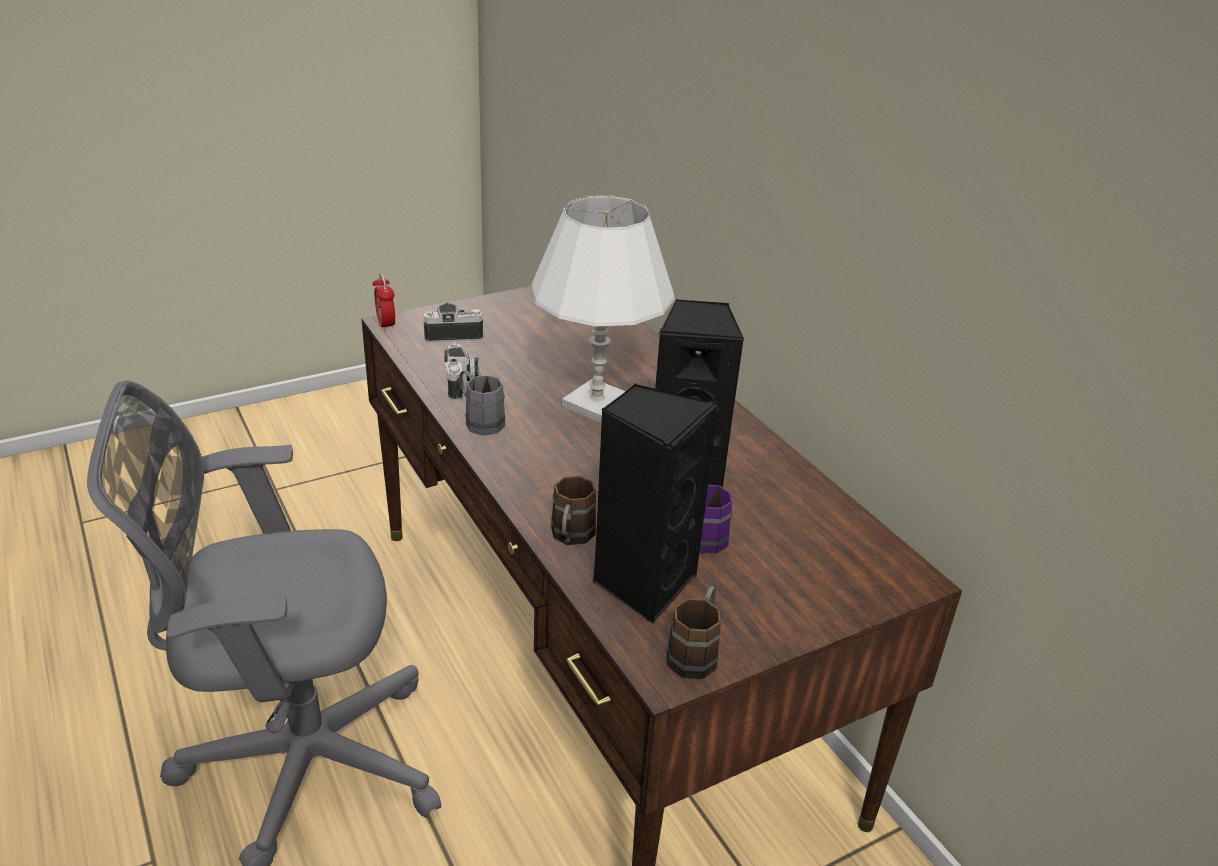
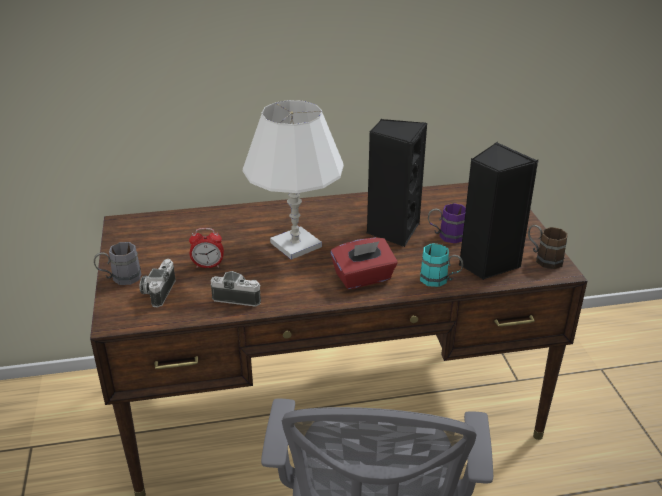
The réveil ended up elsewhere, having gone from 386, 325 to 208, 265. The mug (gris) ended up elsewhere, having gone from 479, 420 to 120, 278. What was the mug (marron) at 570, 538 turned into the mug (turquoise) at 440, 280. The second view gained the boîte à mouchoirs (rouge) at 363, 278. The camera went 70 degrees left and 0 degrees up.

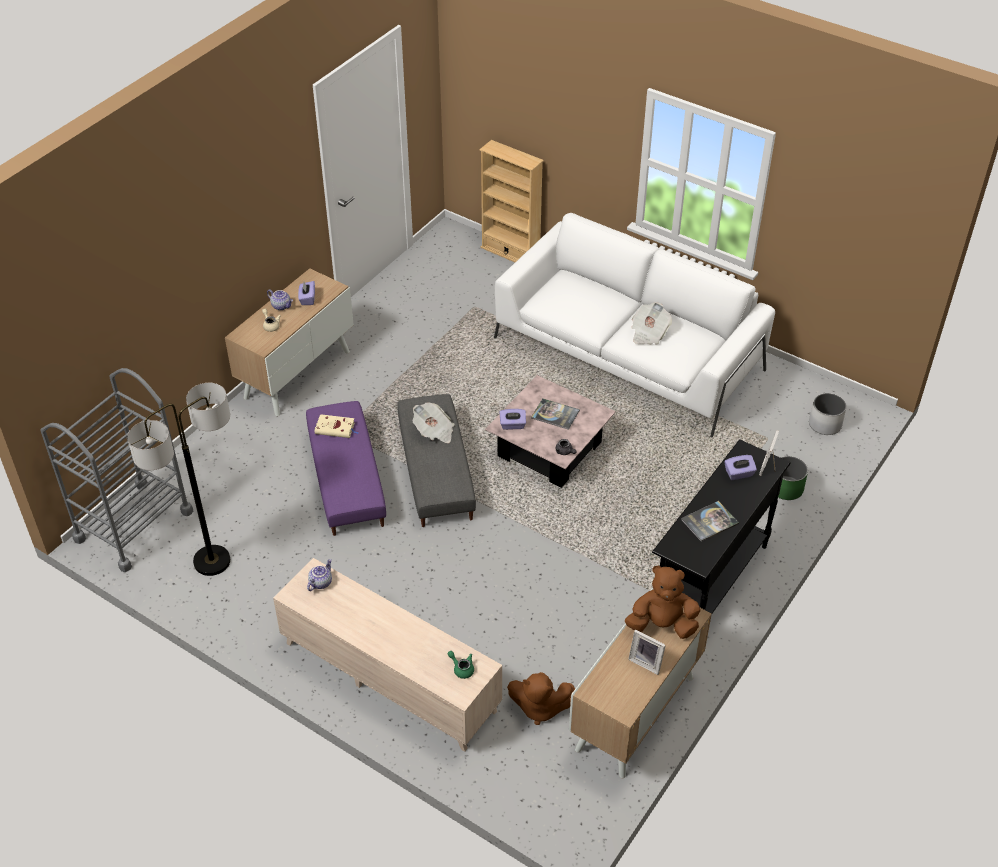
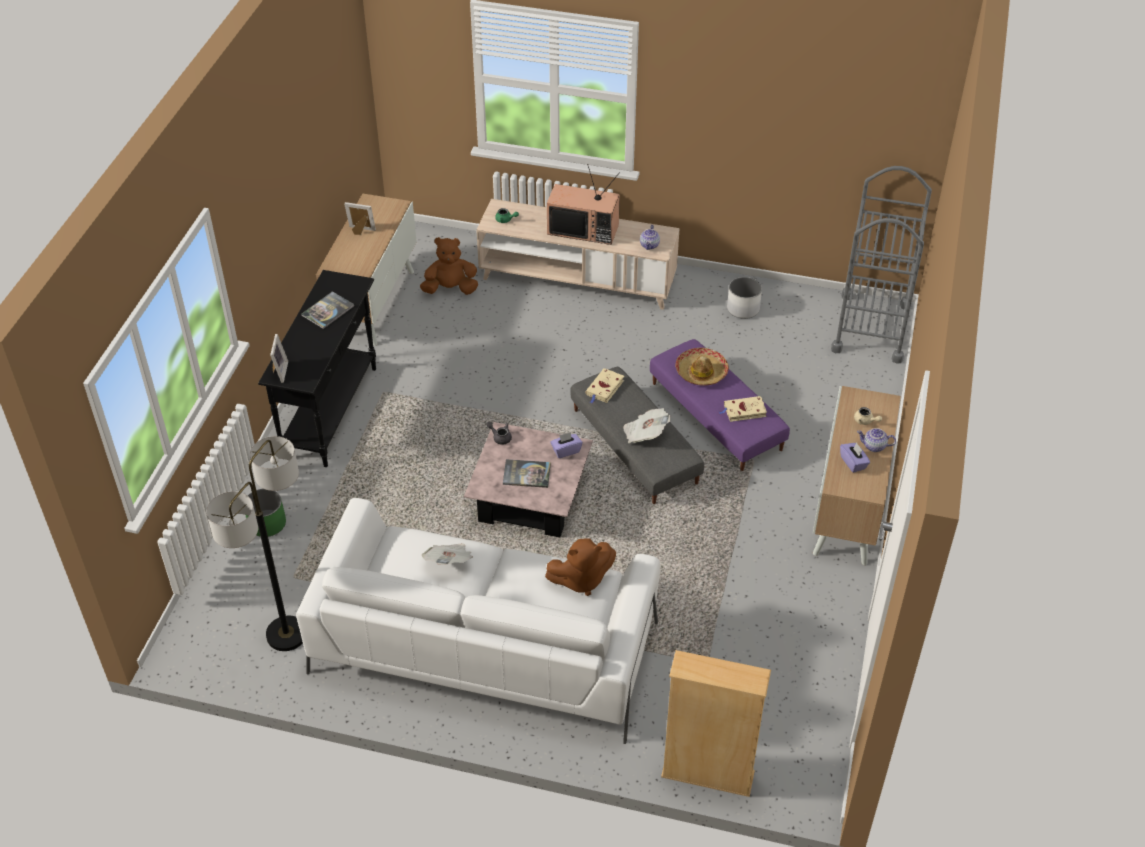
The lampadaire ended up elsewhere, having gone from 212, 561 to 286, 634. The cache-pot (blanc) ended up elsewhere, having gone from 824, 424 to 743, 309. The second view lost the boîte à mouchoirs (violet) at 739, 474. The peluche (marron) ended up elsewhere, having gone from 662, 625 to 581, 579. The second view gained the téléviseur at 584, 229. The second view gained the chapeau at 701, 372. The second view gained the livre (beige) at 604, 388. The camera went 160 degrees right and 0 degrees up.

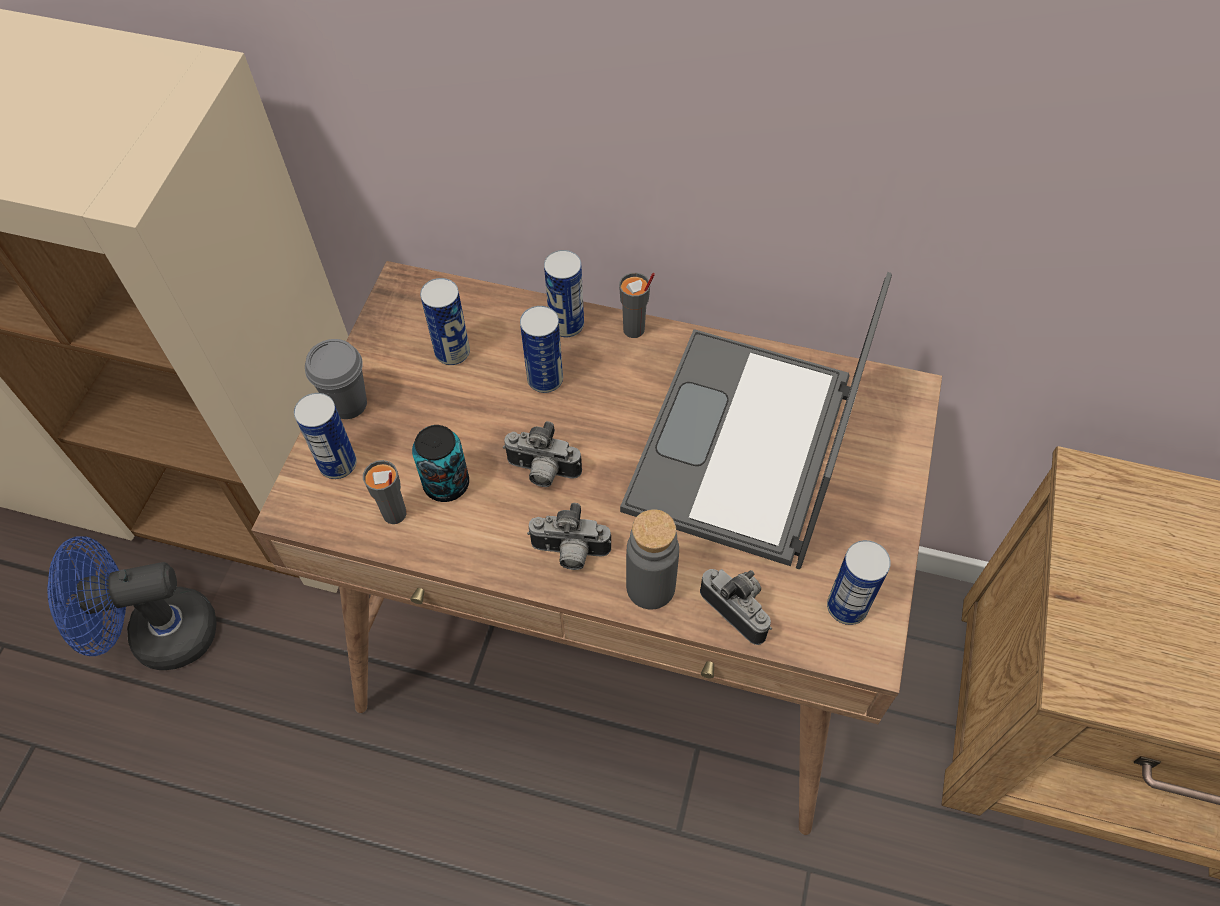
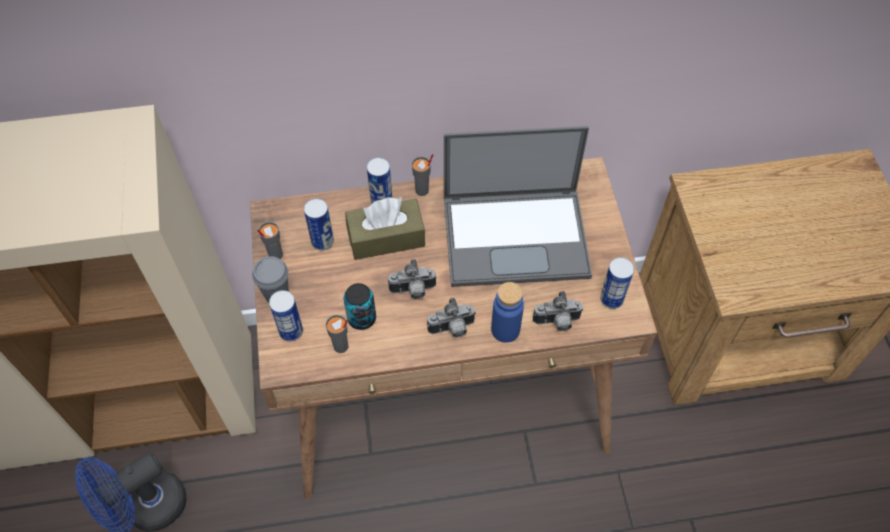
The ordinateur portable at 743, 448 ended up facing another way, 90 degrees counterclockwise from before. Where the boîte métallique stood at 545, 379, the boîte à mouchoirs (marron) came to stand at 386, 238. What was the bouteille (gris) at 650, 587 turned into the bouteille (bleu) at 505, 329. The appareil photo at 738, 609 ended up facing another way, 150 degrees clockwise from before. The second view gained the tasse (gris) at 275, 255. The camera went 25 degrees left and 0 degrees up.

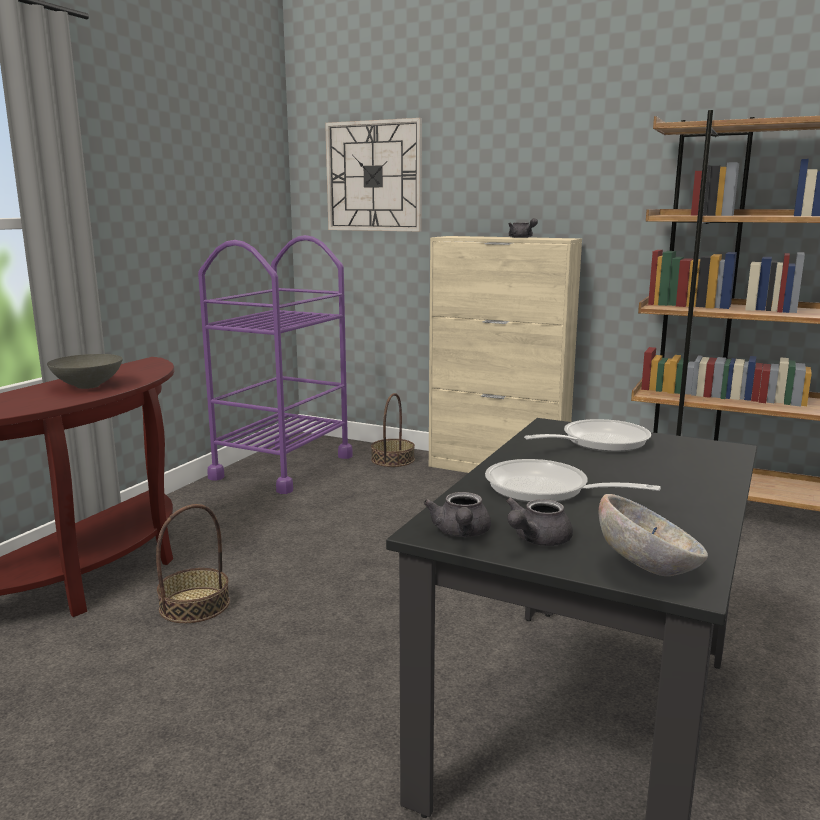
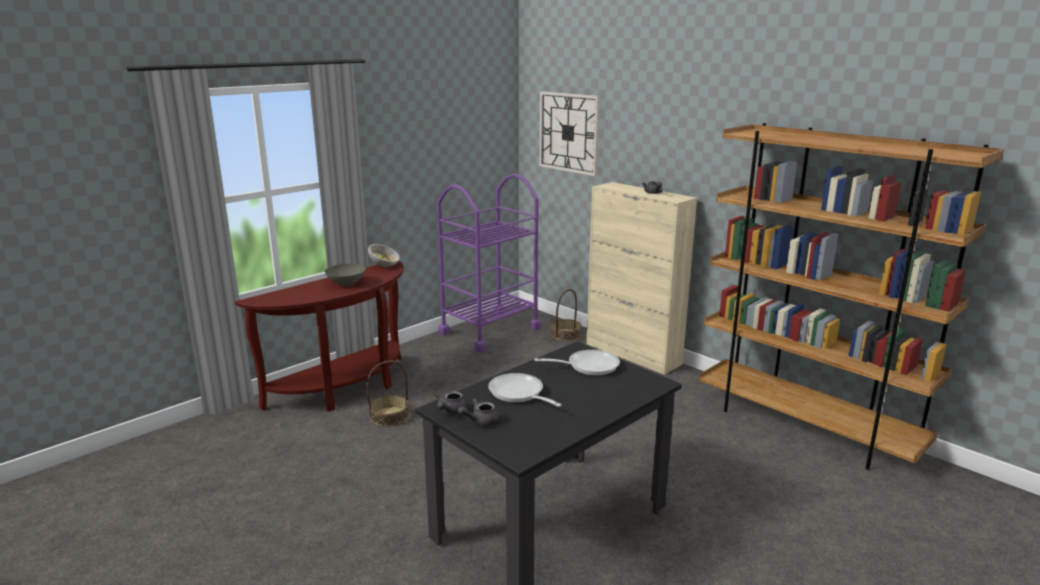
The bol ended up elsewhere, having gone from 648, 568 to 385, 265. The camera went 20 degrees right and 5 degrees up.

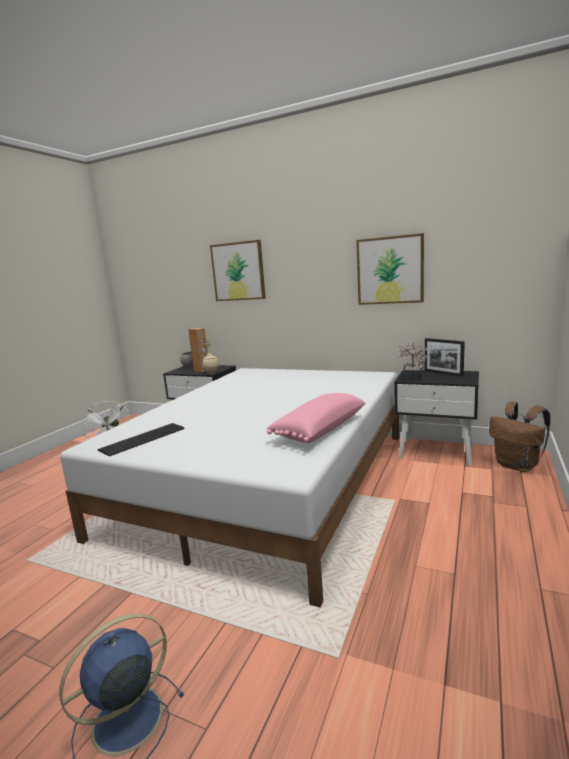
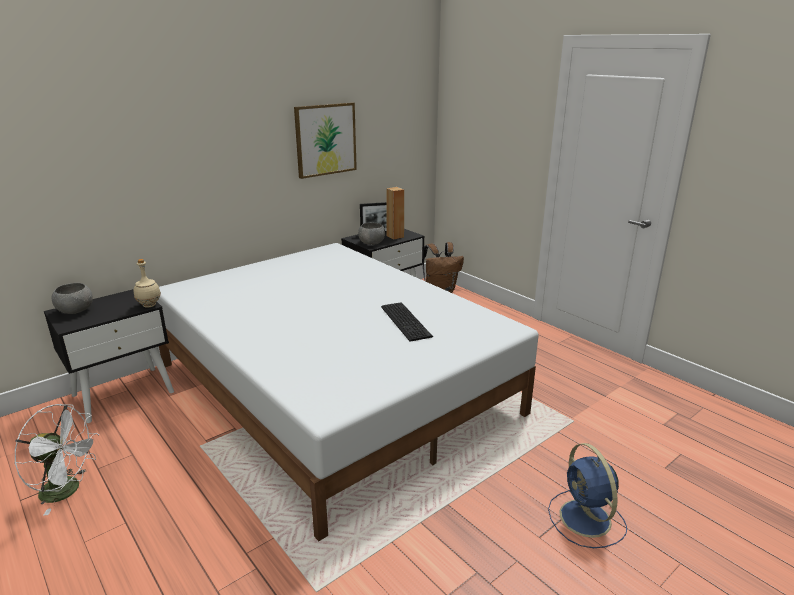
The second view lost the tableau at 238, 271. The enceinte (marron) ended up elsewhere, having gone from 202, 370 to 395, 236. Where the plante en pot stood at 412, 377, the bol (gris) came to stand at 371, 243. The second view lost the coussin (rose) at 318, 429. The clavier ended up elsewhere, having gone from 144, 439 to 406, 320. The camera went 65 degrees left and 10 degrees up.

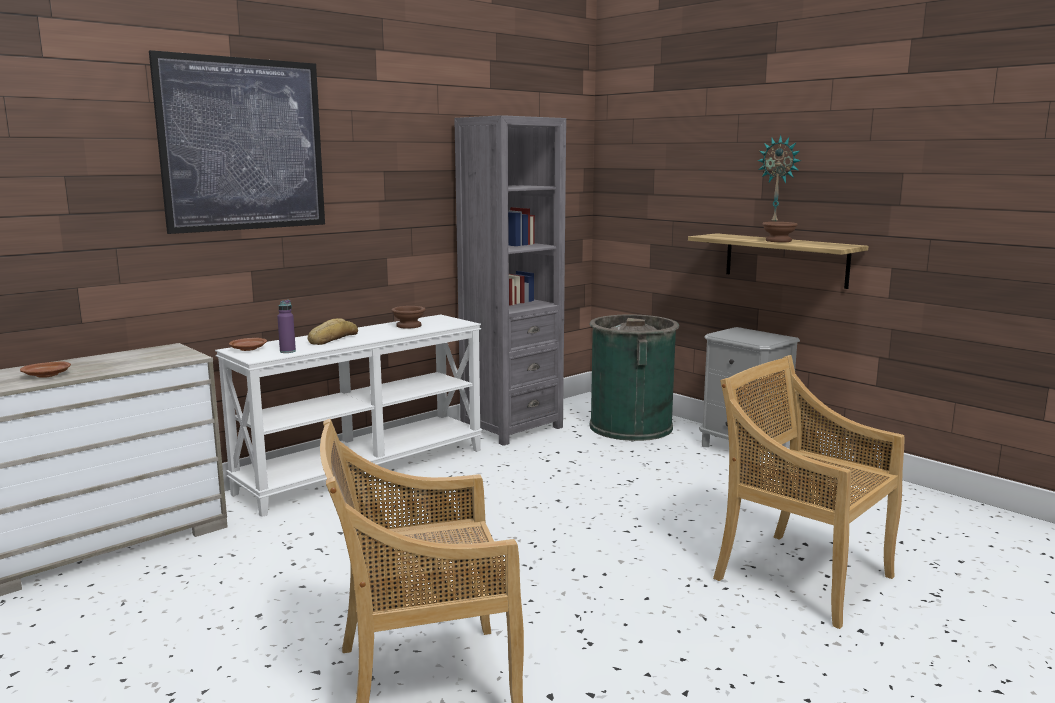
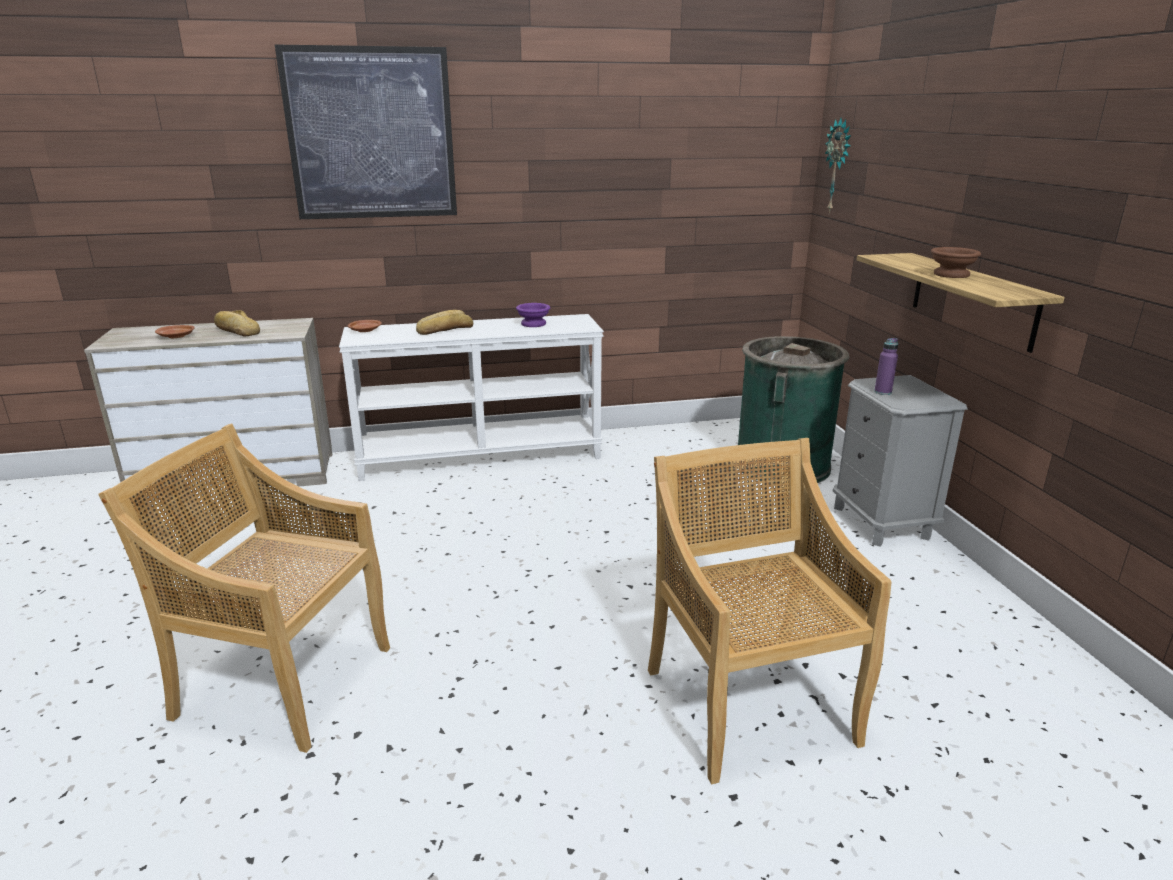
The second view lost the bibliothèque (gris) at 511, 428. The horloge murale ended up elsewhere, having gone from 779, 180 to 838, 166. The bouteille (violet) ended up elsewhere, having gone from 287, 351 to 882, 392. What was the bol (marron) at 409, 326 turned into the bol (violet) at 533, 324. The second view gained the pain at 237, 331. The camera went 30 degrees right and 10 degrees up.

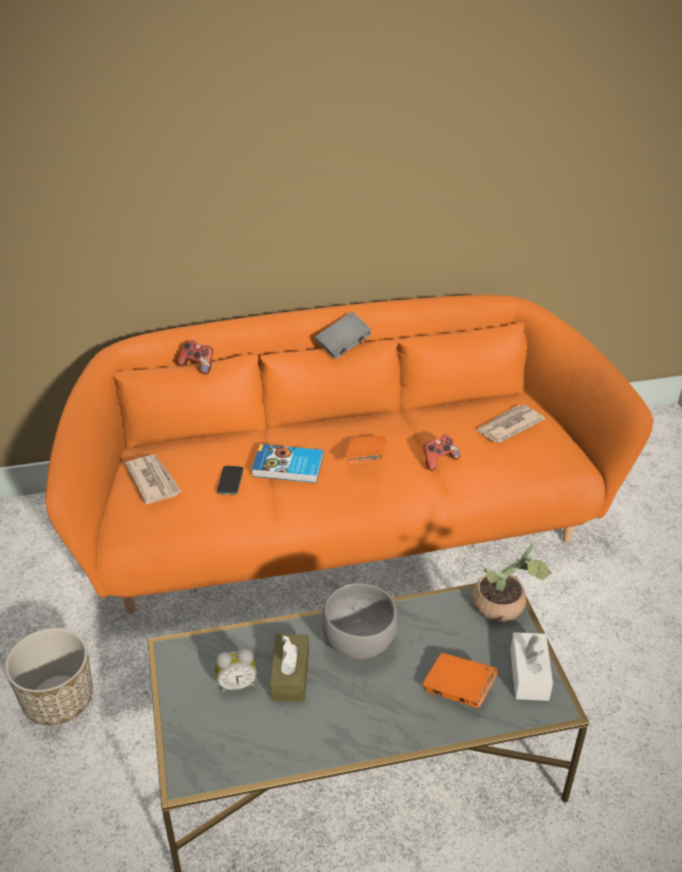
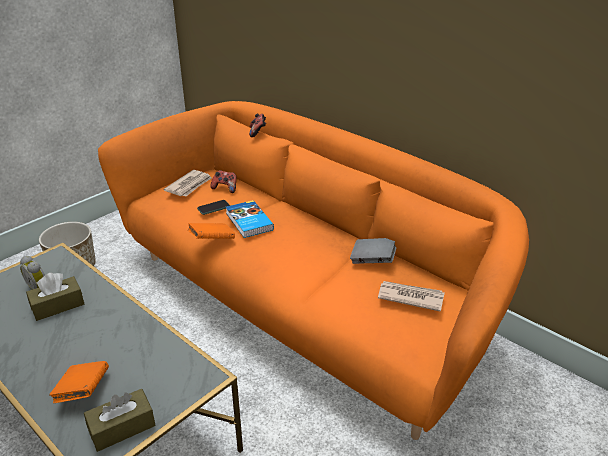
The livre (gris) ended up elsewhere, having gone from 343, 346 to 373, 260. The manette ended up elsewhere, having gone from 439, 460 to 225, 188. The livre (orange) ended up elsewhere, having gone from 365, 460 to 212, 240. The second view lost the plante en pot at 504, 607. The second view lost the bol (gris) at 358, 642. What was the boîte à mouchoirs (blanc) at 529, 674 turned into the boîte à mouchoirs (marron) at 122, 427. The camera went 55 degrees right and 5 degrees down.

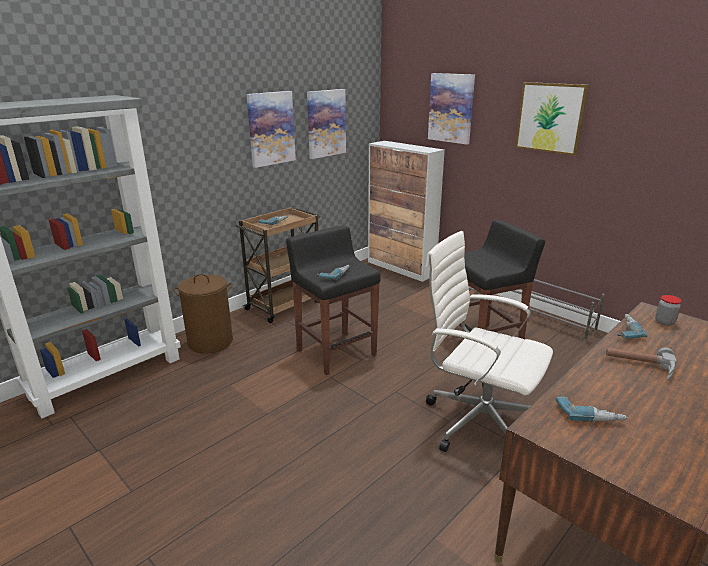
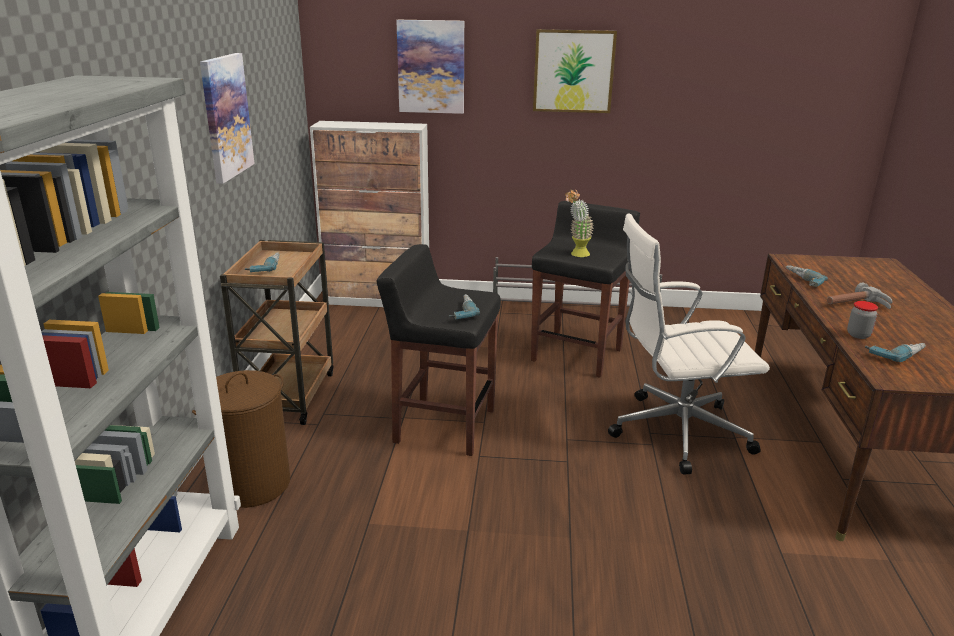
The second view lost the tableau at 326, 123. The bocal ended up elsewhere, having gone from 664, 322 to 858, 335. The second view gained the plante en pot at 576, 255. The camera went 40 degrees left and 0 degrees up.

